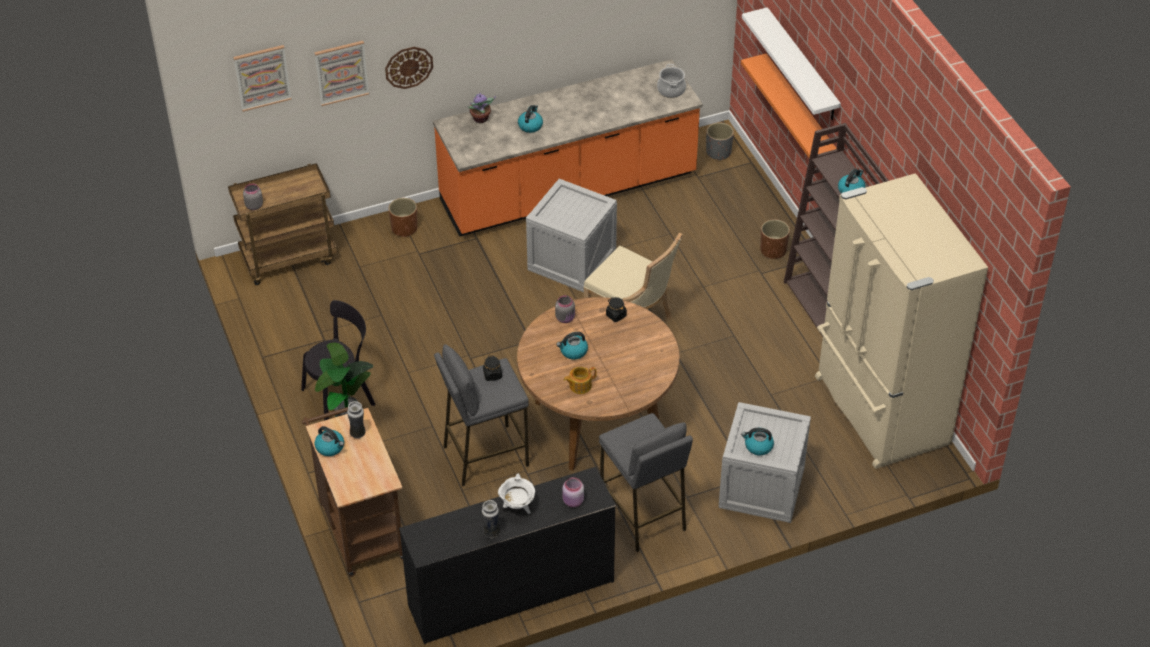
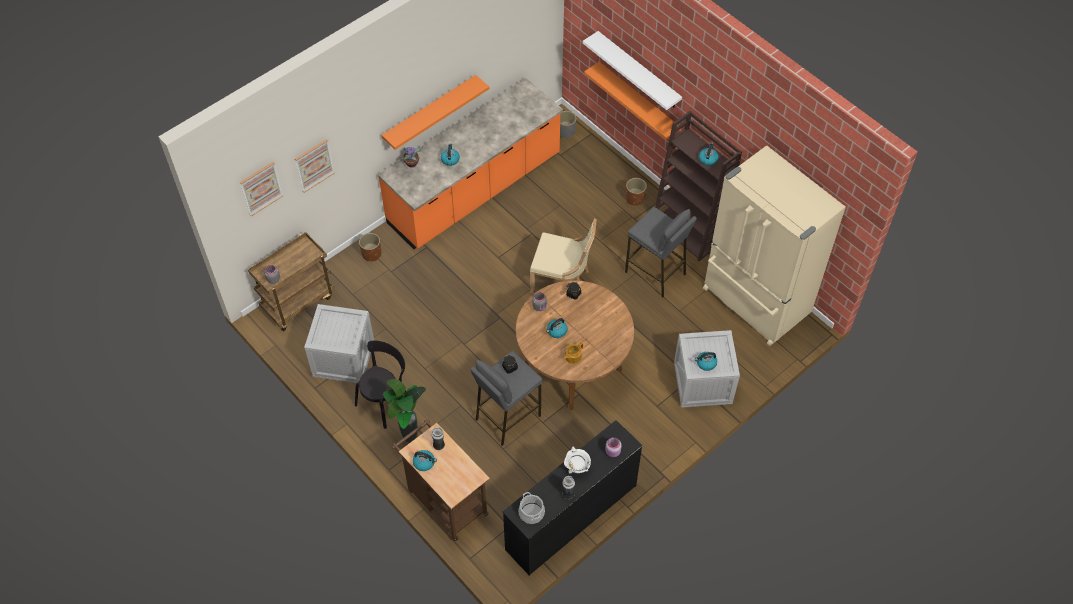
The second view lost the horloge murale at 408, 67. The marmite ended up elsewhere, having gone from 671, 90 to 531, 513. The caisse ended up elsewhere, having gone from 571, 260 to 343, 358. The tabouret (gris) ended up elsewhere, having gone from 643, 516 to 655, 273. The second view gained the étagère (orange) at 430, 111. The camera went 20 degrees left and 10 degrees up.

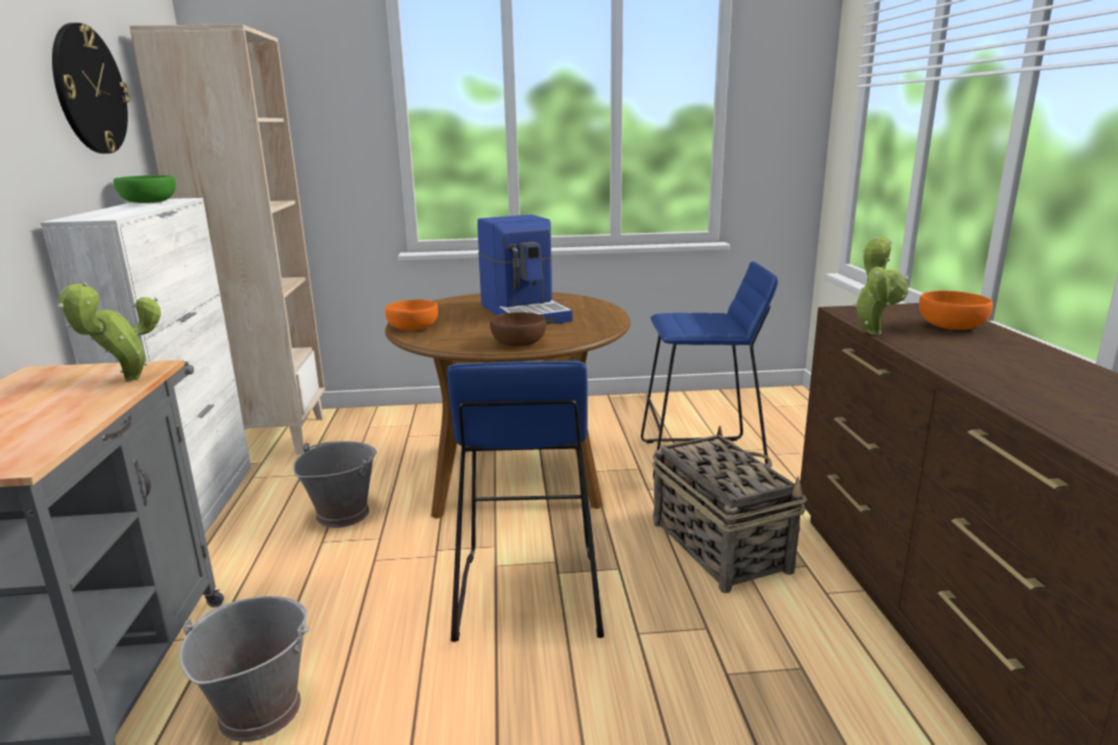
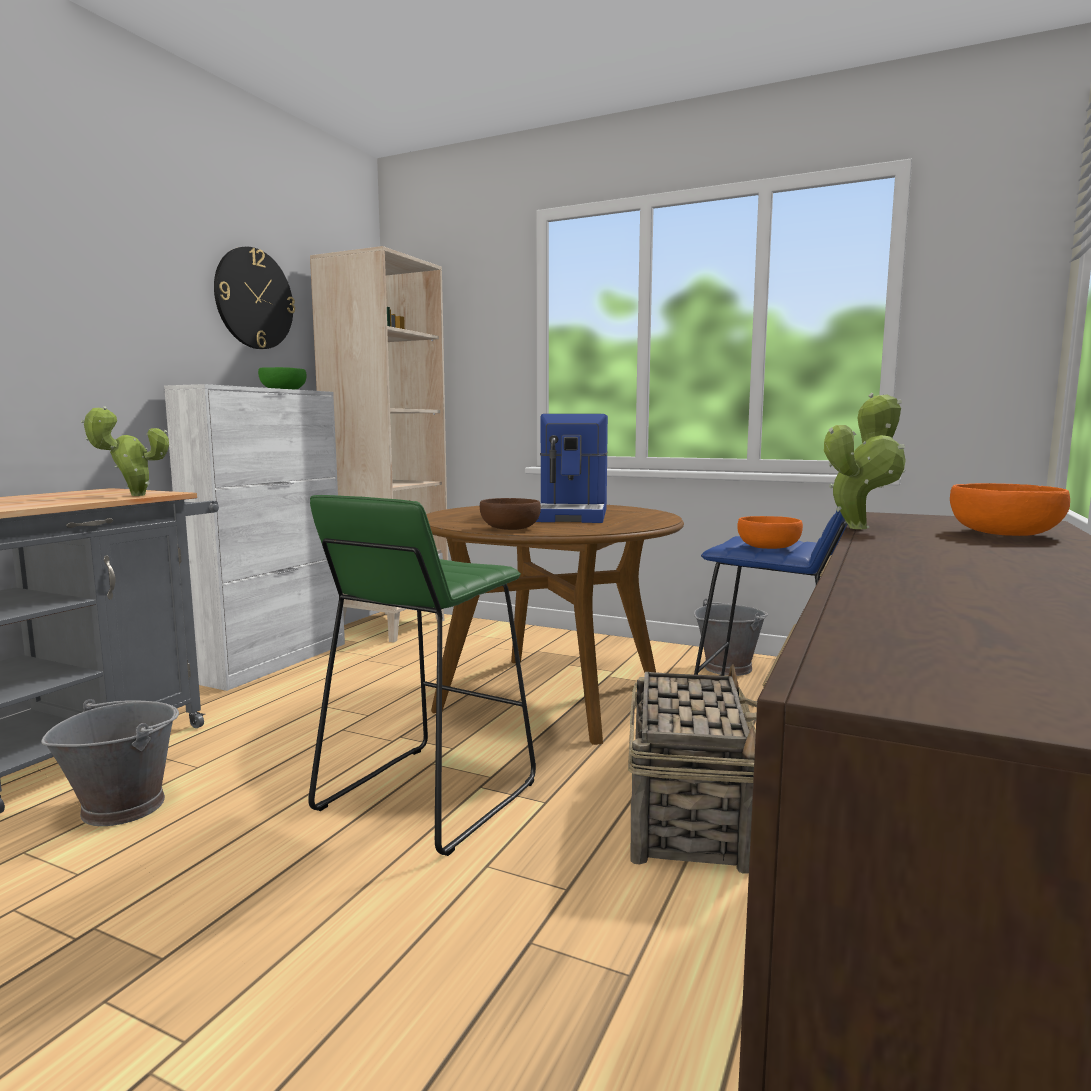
The bol (orange) ended up elsewhere, having gone from 414, 328 to 769, 547. What was the tabouret (bleu) at 527, 595 turned into the tabouret (vert) at 426, 796. The seau (gris) ended up elsewhere, having gone from 342, 514 to 727, 667. The camera went 30 degrees right and 10 degrees down.

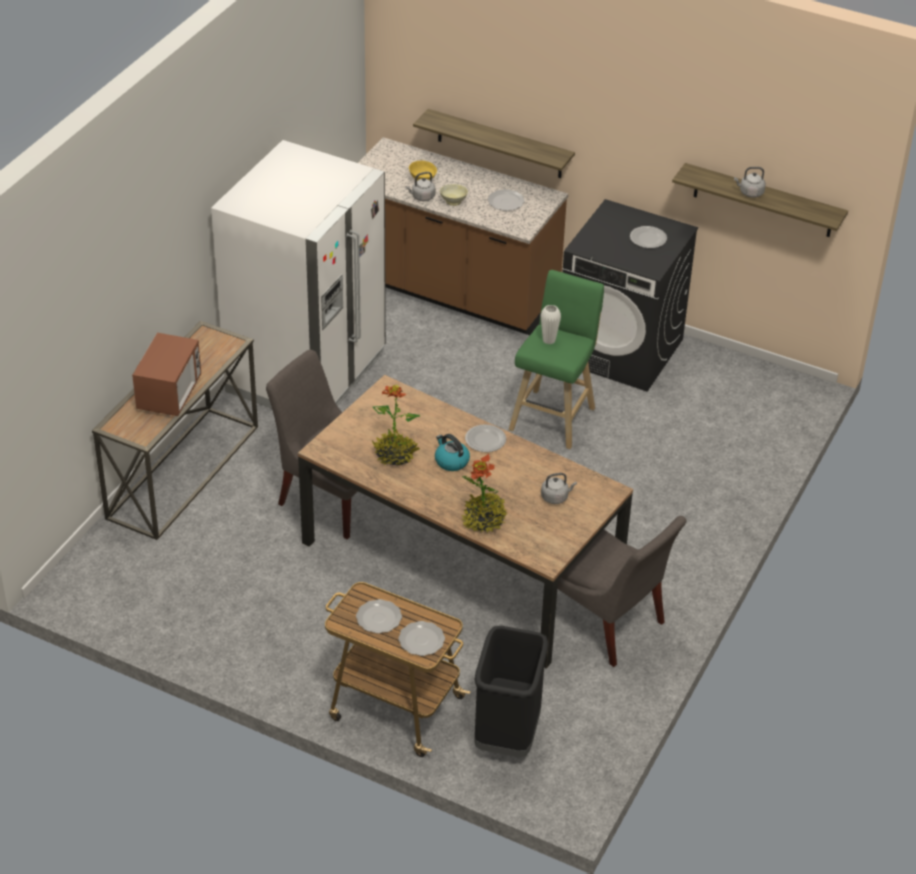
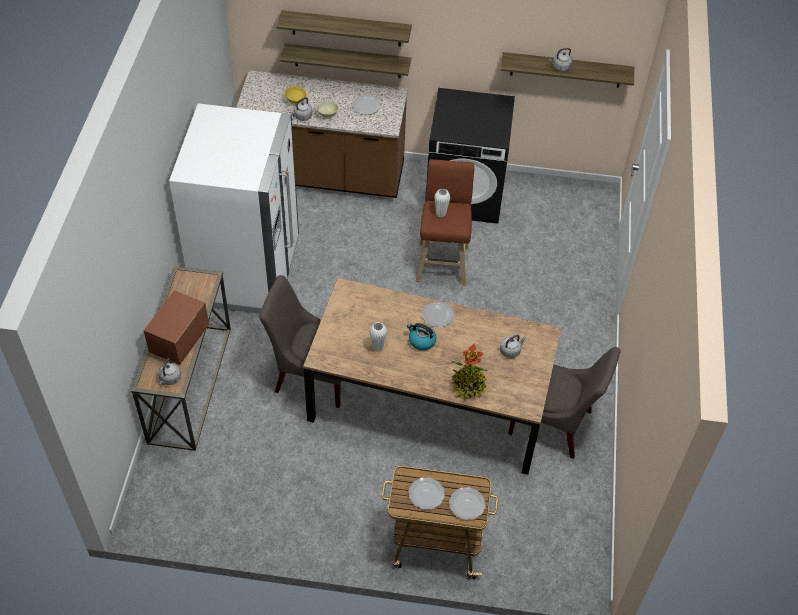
The second view lost the assiette at 648, 238. What was the tabouret (vert) at 554, 416 turned into the tabouret (marron) at 442, 261. The micro-ondes at 170, 394 ended up facing another way, 150 degrees counterclockwise from before. Where the plante en pot stood at 395, 455, the vase (blanc) came to stand at 377, 347. The second view lost the poubelle (noir) at 506, 734. The second view gained the étagère at 346, 28. The second view gained the bouilloire (gris) at 170, 379. The camera went 20 degrees left and 10 degrees up.

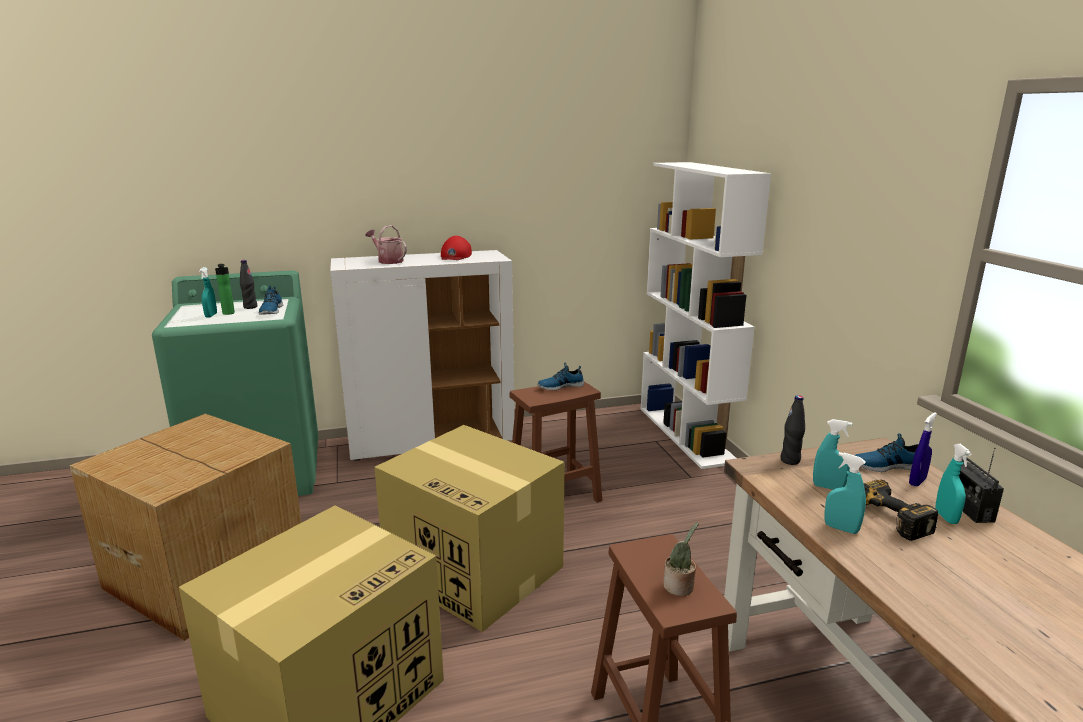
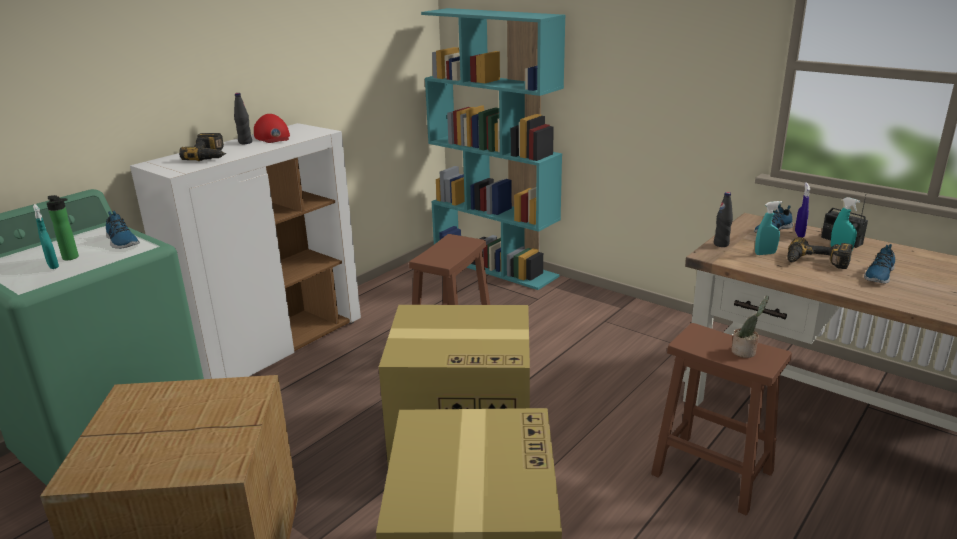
What was the bibliothèque (blanc) at 687, 434 turned into the bibliothèque (turquoise) at 495, 266. Where the arrosoir stood at 388, 261, the perceuse came to stand at 211, 155. The bouteille (noir) ended up elsewhere, having gone from 250, 307 to 245, 142. The chaussure ended up elsewhere, having gone from 560, 386 to 878, 275. The second view lost the vaporisateur (turquoise) at 841, 528. The camera went 35 degrees left and 5 degrees up.

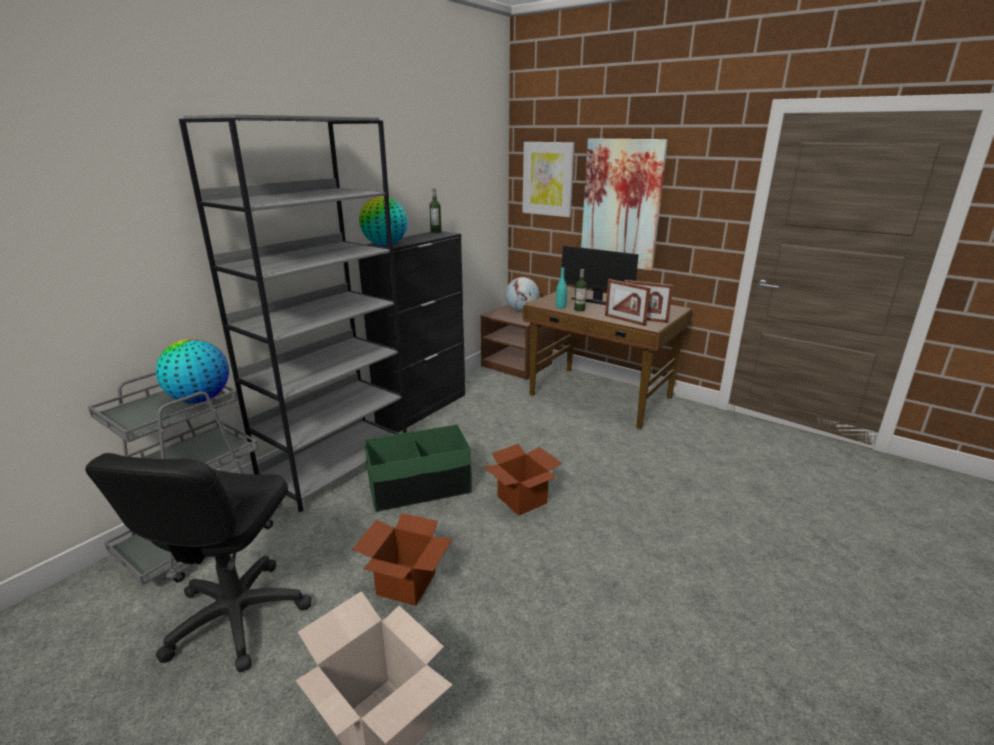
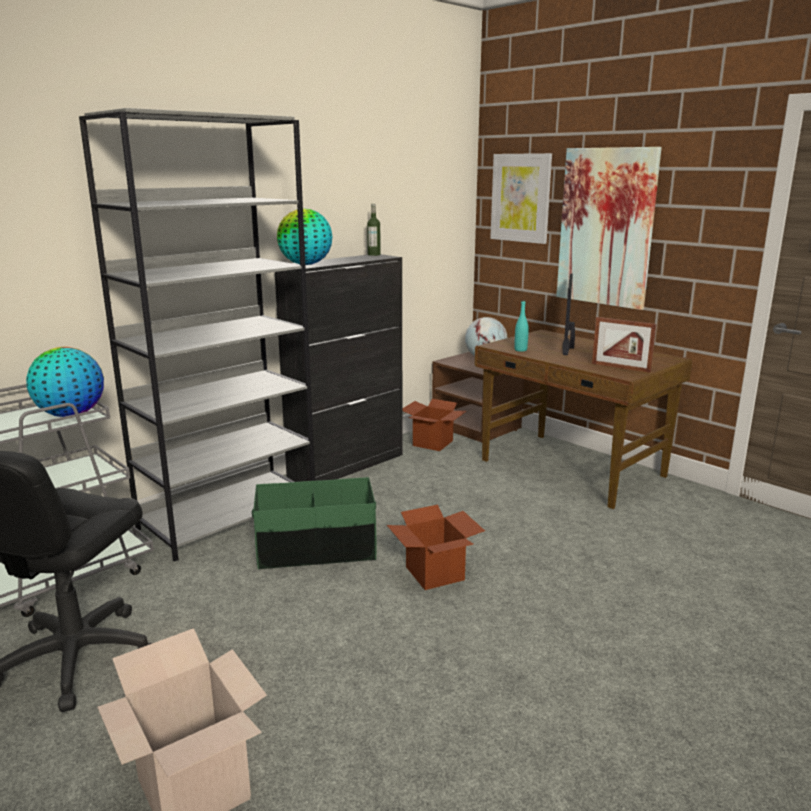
The écran d'ordinateur at 596, 302 ended up facing another way, 60 degrees clockwise from before. The second view lost the bouteille at 579, 310. The second view lost the cadre photo at 625, 320. The carton ended up elsewhere, having gone from 406, 583 to 432, 443. The camera went 10 degrees right and 5 degrees down.

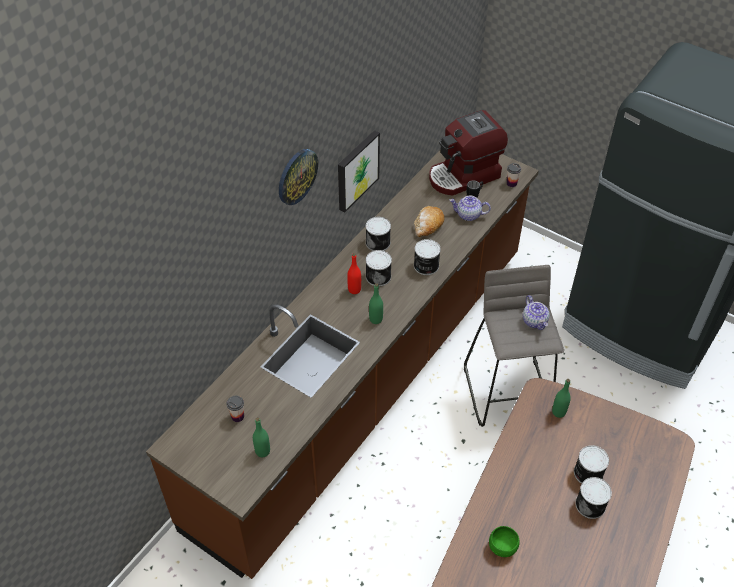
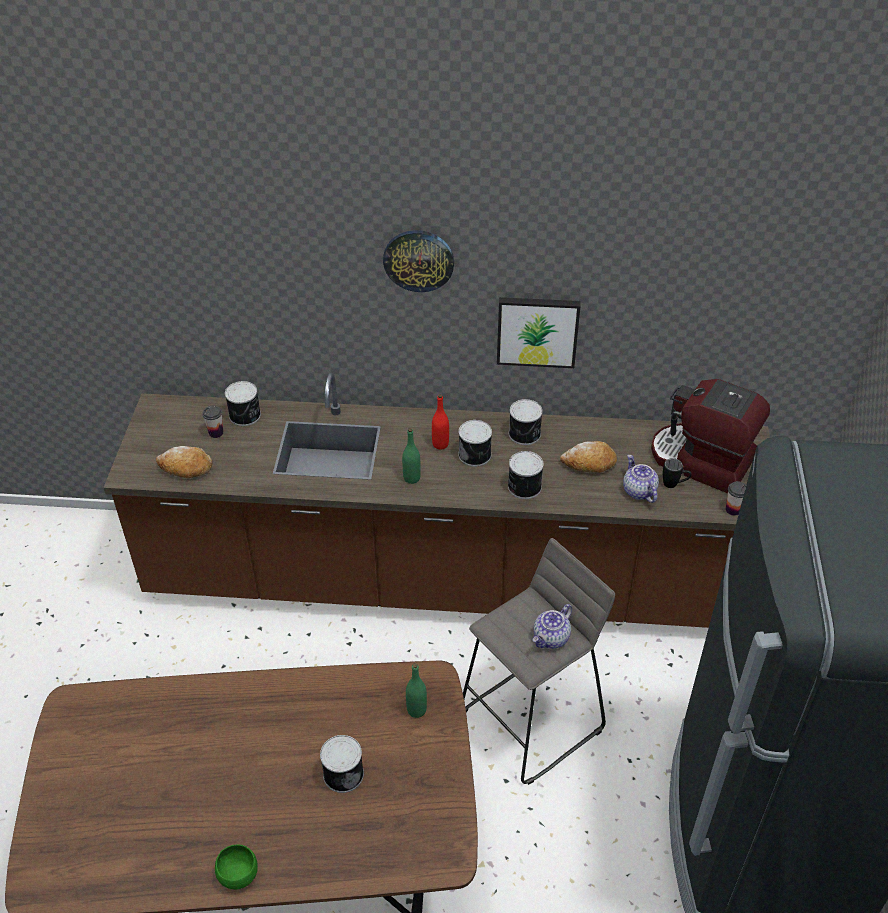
Where the bouteille (vert) stood at 262, 451, the pain came to stand at 185, 468. The boîte métallique ended up elsewhere, having gone from 591, 504 to 245, 415. The bol (vert) ended up elsewhere, having gone from 503, 546 to 240, 875. The camera went 60 degrees right and 5 degrees down.

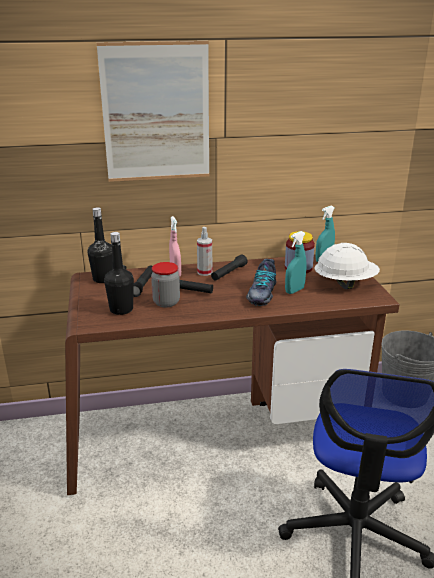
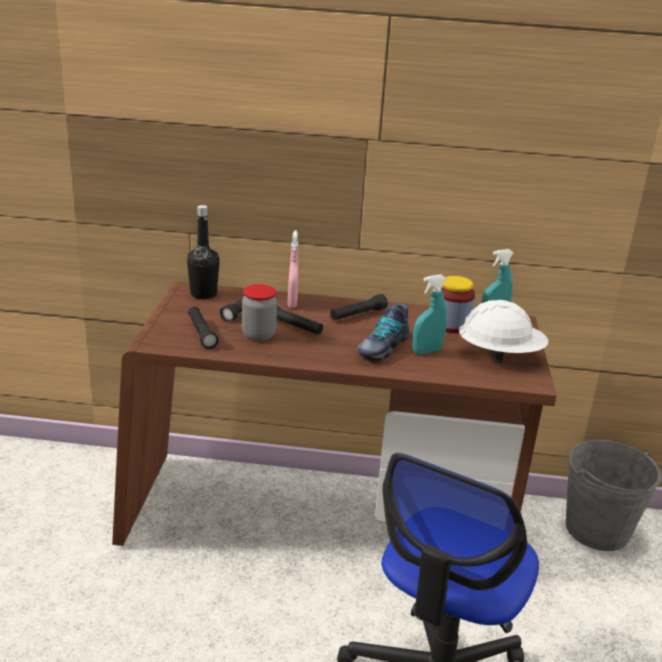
The second view lost the tableau at 156, 113. The second view lost the vaporisateur at 204, 272. Where the bouteille (noir) stood at 121, 309, the lampe de poche (noir) came to stand at 201, 333. The camera went 15 degrees right and 0 degrees up.

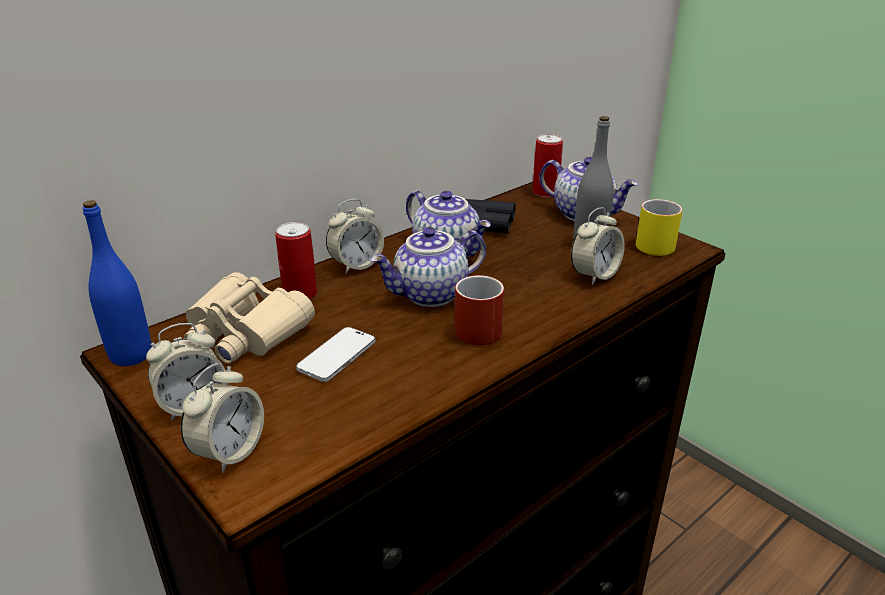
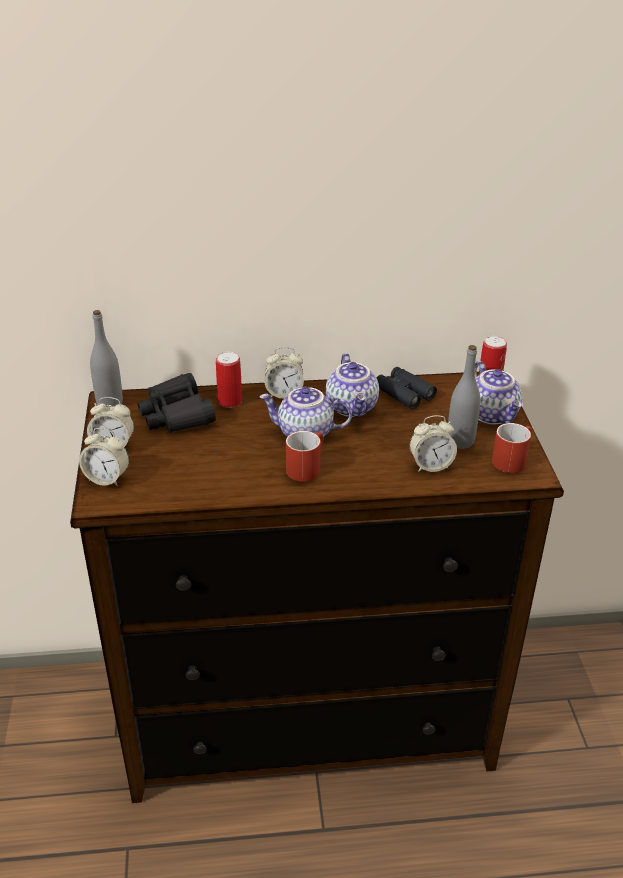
What was the mug (jaune) at 653, 243 turned into the mug (rouge) at 511, 459. What was the bouteille (bleu) at 131, 355 turned into the bouteille (gris) at 109, 404. What was the jumelles (beige) at 245, 332 turned into the jumelles (noir) at 176, 414. The second view lost the téléphone at 337, 356. The réveil at 229, 452 ended up facing another way, 45 degrees clockwise from before. The camera went 35 degrees right and 5 degrees up.

